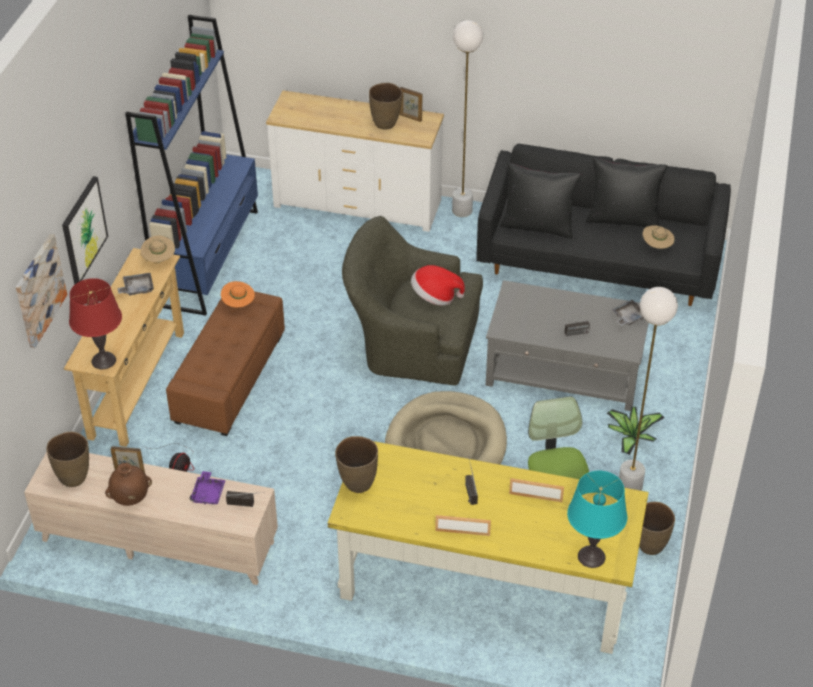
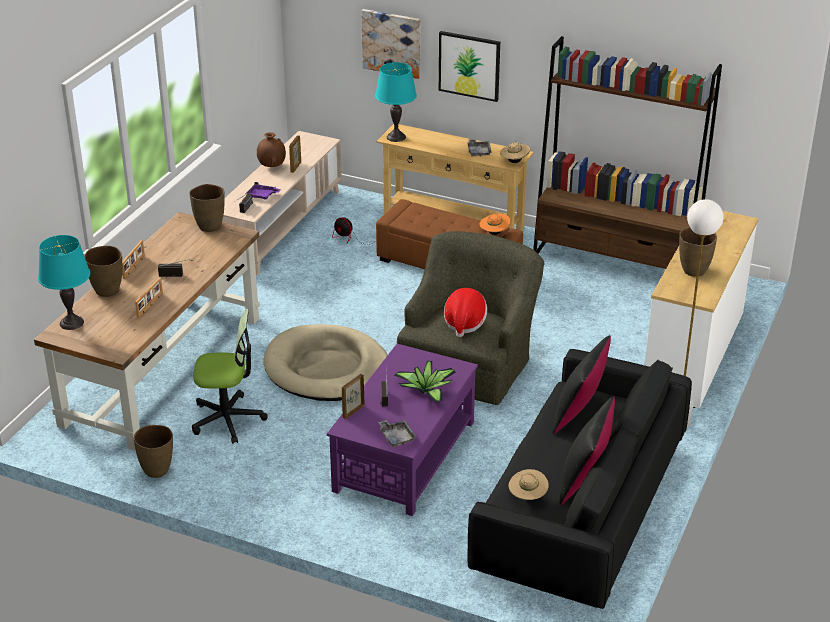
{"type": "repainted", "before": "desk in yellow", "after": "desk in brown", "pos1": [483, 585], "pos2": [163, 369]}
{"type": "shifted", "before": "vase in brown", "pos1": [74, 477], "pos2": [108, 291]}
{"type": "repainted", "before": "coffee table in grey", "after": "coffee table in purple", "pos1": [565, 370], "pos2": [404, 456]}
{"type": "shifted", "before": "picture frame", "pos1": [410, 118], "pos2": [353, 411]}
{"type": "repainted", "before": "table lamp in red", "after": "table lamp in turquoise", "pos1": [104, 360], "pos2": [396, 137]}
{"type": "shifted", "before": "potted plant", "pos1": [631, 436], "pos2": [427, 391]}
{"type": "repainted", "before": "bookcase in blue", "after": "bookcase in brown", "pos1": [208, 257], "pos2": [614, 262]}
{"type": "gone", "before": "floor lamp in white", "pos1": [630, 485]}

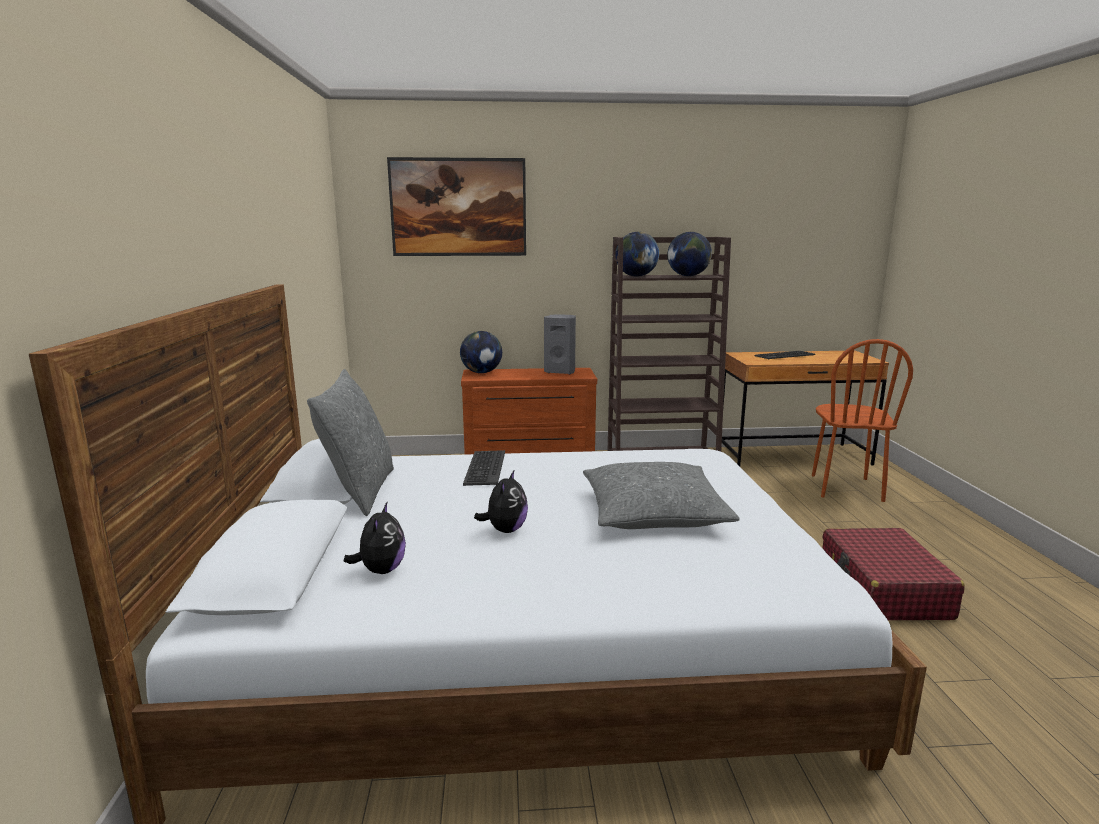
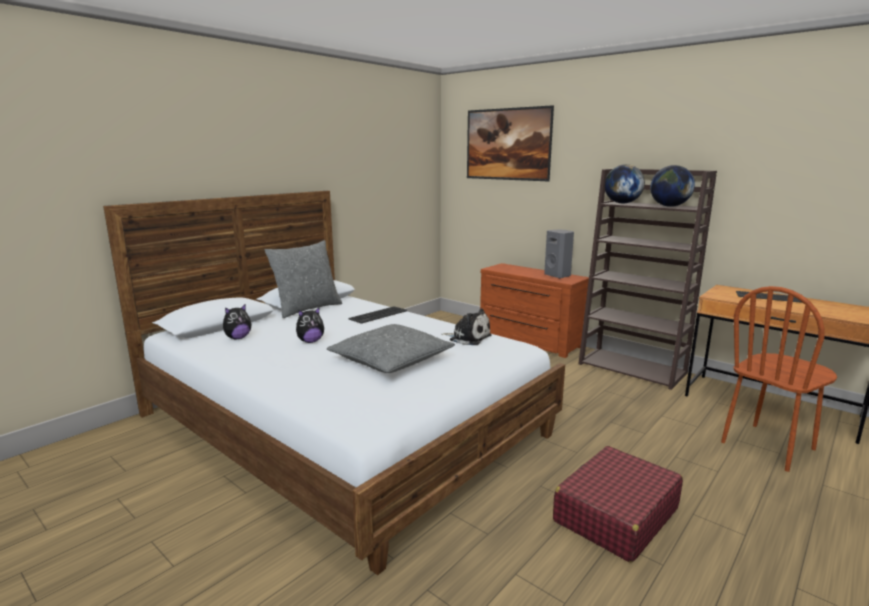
{"type": "new", "after": "plush toy", "pos2": [468, 338]}
{"type": "gone", "before": "globe", "pos1": [481, 372]}

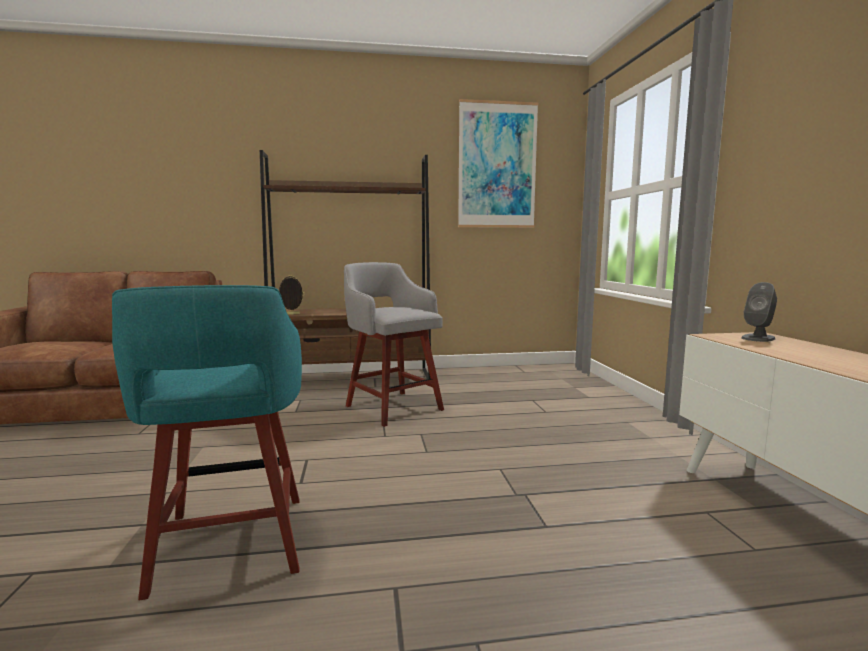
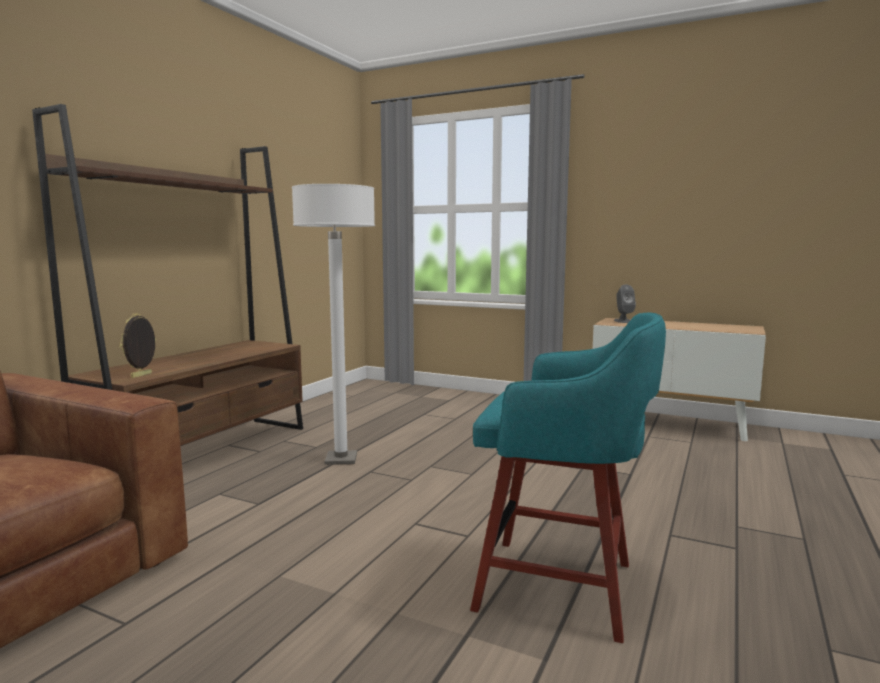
{"type": "swapped", "before": "stool in grey", "after": "floor lamp in white", "pos1": [392, 407], "pos2": [341, 459]}
{"type": "gone", "before": "picture", "pos1": [497, 165]}

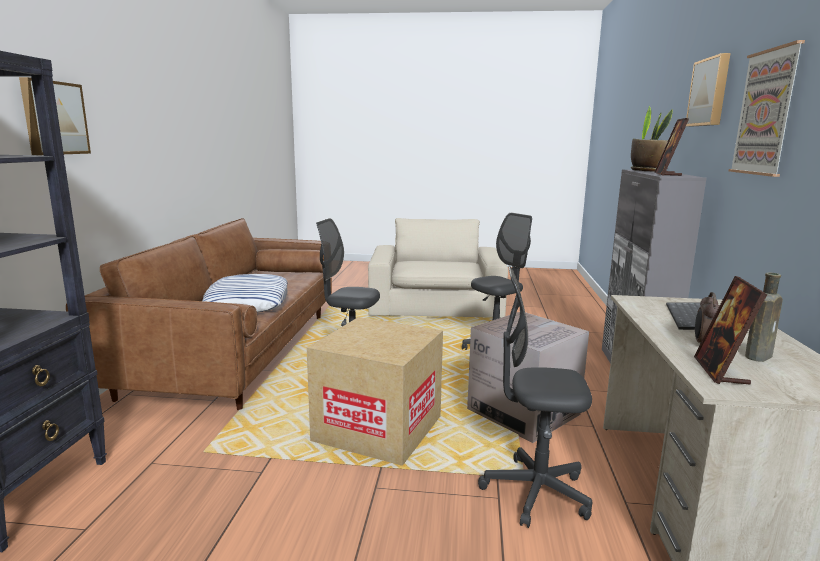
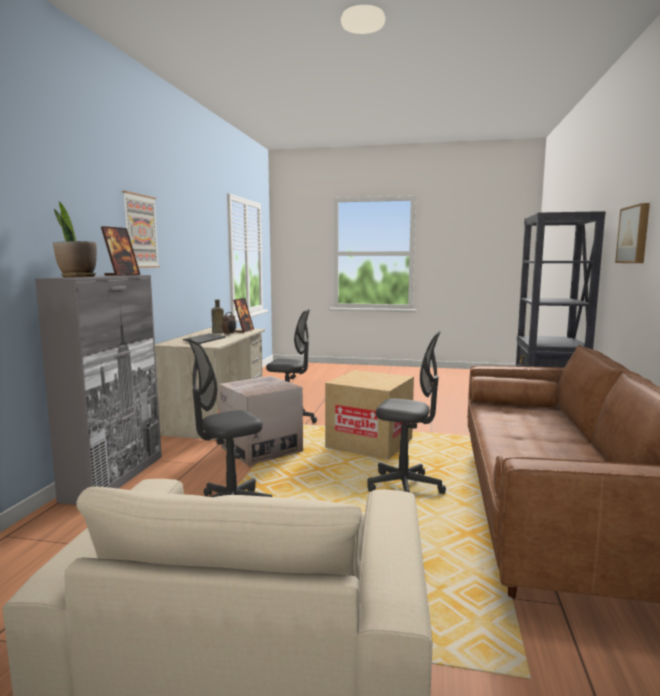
{"type": "gone", "before": "pillow", "pos1": [248, 301]}
{"type": "gone", "before": "picture", "pos1": [710, 92]}

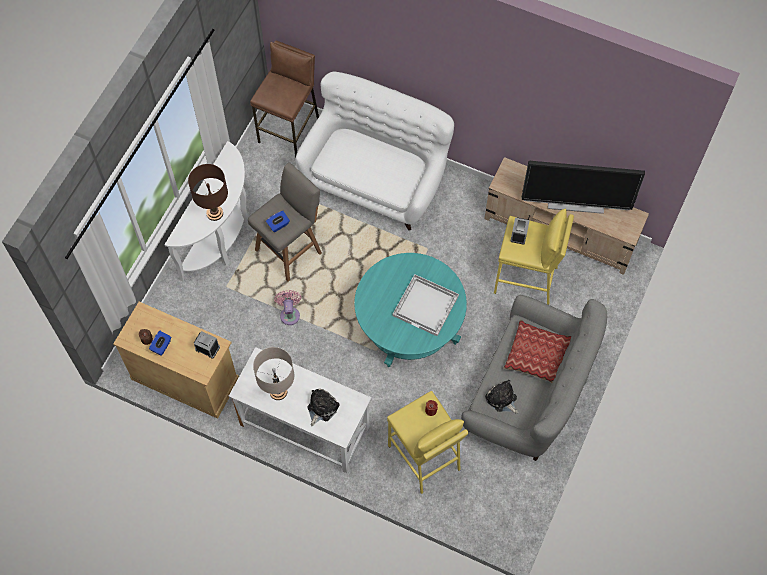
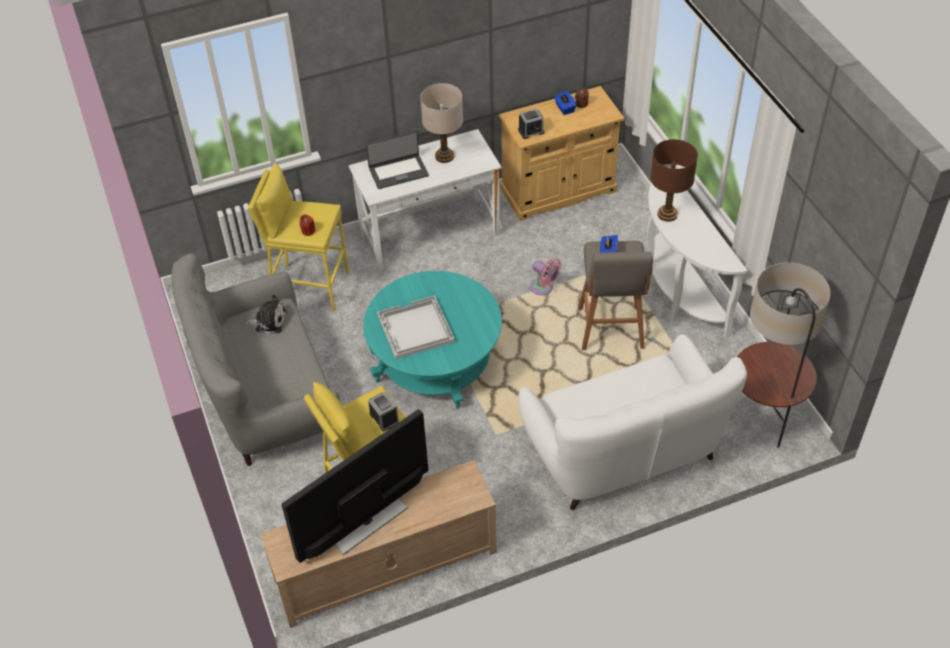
{"type": "swapped", "before": "plush toy", "after": "laptop", "pos1": [321, 408], "pos2": [398, 172]}
{"type": "swapped", "before": "stool in brown", "after": "floor lamp", "pos1": [289, 130], "pos2": [762, 423]}
{"type": "gone", "before": "pillow", "pos1": [537, 356]}

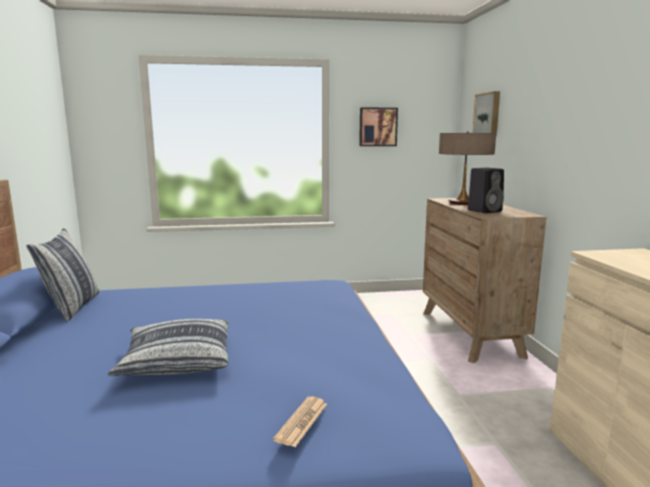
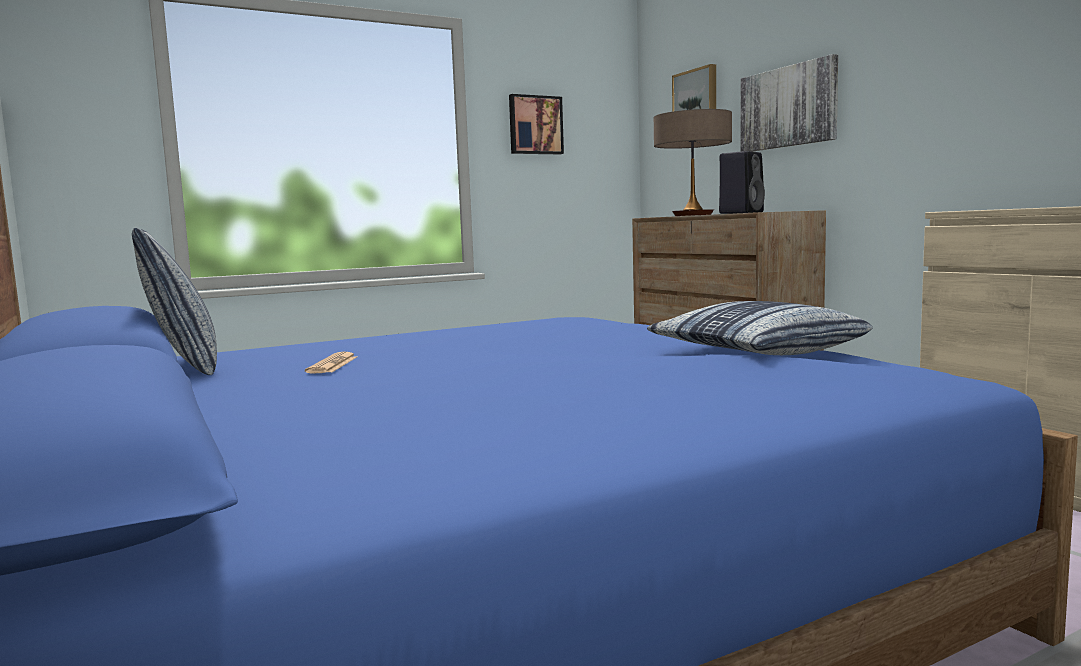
{"type": "shifted", "before": "newspaper", "pos1": [302, 421], "pos2": [332, 365]}
{"type": "shifted", "before": "pillow", "pos1": [176, 360], "pos2": [756, 351]}
{"type": "new", "after": "picture", "pos2": [788, 107]}

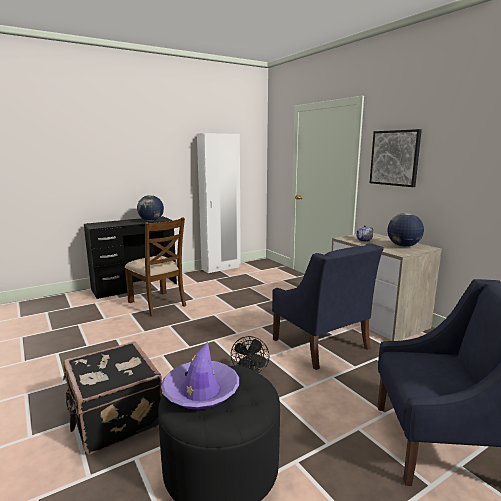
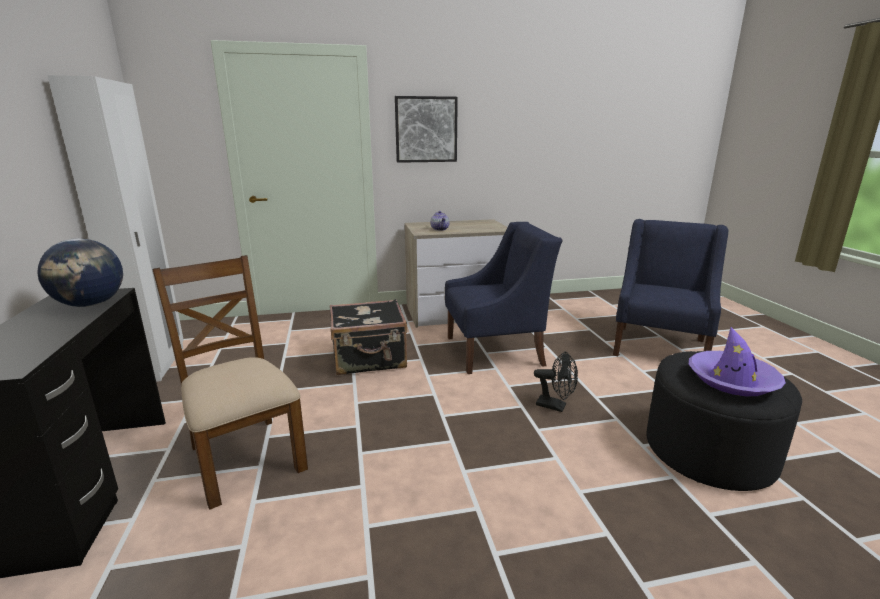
{"type": "rotated", "before": "chair in brown", "pos1": [158, 304], "pos2": [245, 457], "turn": -105}
{"type": "shifted", "before": "suitcase in black", "pos1": [114, 418], "pos2": [369, 359]}
{"type": "gone", "before": "globe", "pos1": [403, 246]}

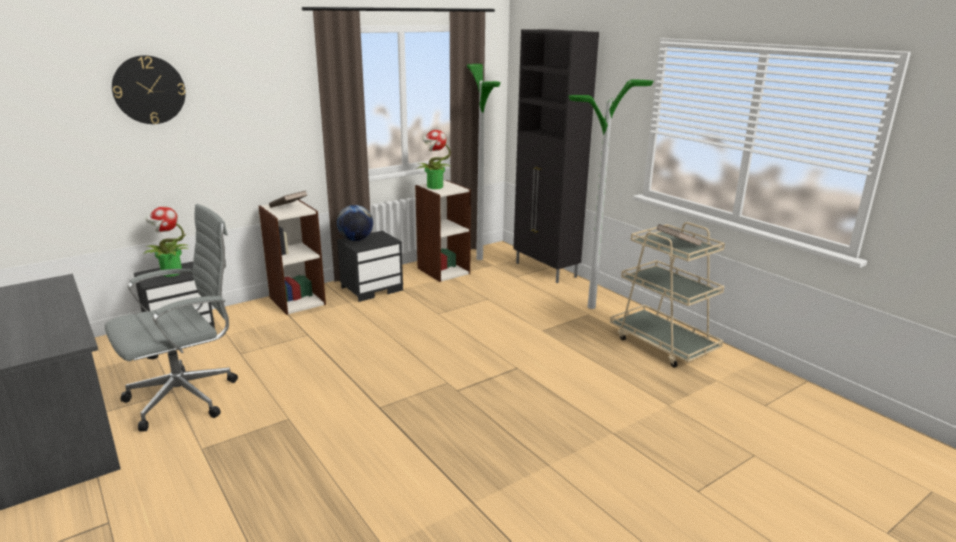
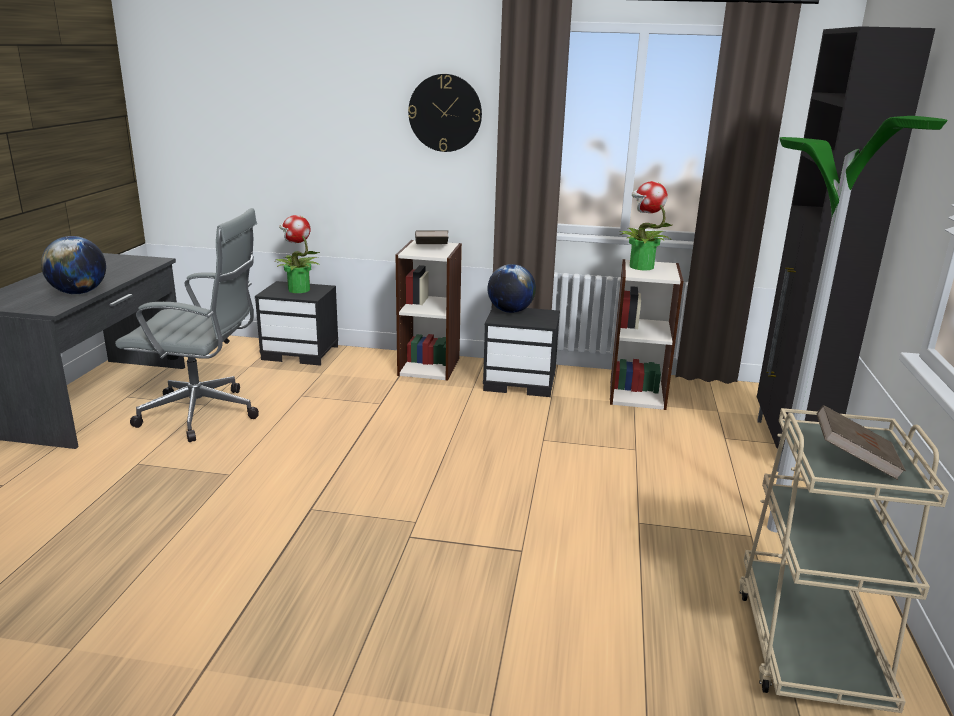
{"type": "new", "after": "globe", "pos2": [79, 293]}
{"type": "shifted", "before": "wall clock", "pos1": [149, 90], "pos2": [445, 113]}
{"type": "gone", "before": "floor lamp", "pos1": [479, 258]}

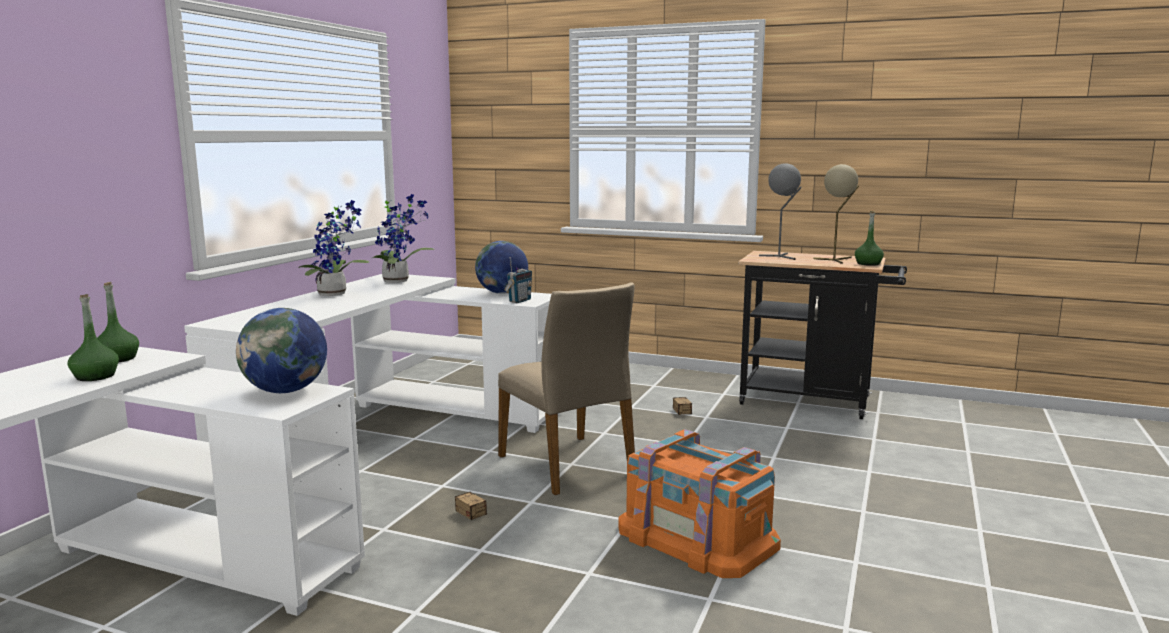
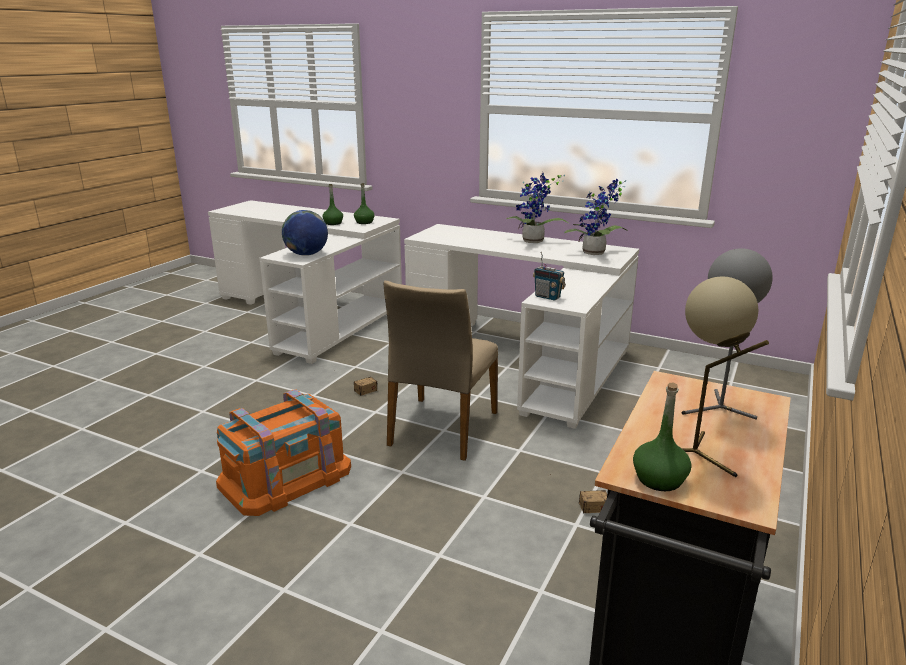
{"type": "rotated", "before": "chair in beige", "pos1": [568, 465], "pos2": [441, 428], "turn": -45}
{"type": "gone", "before": "globe", "pos1": [502, 293]}

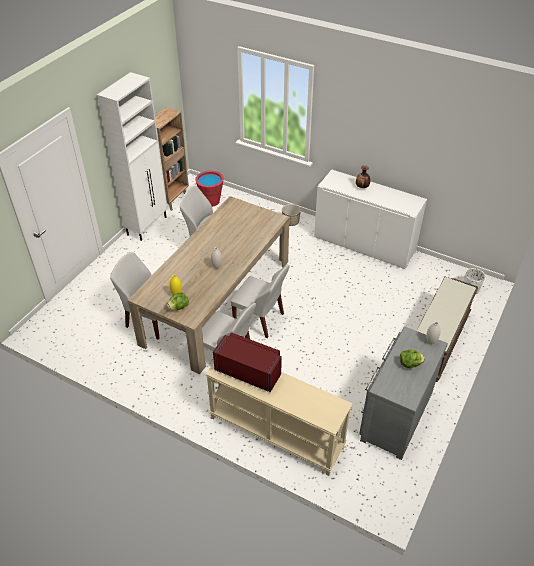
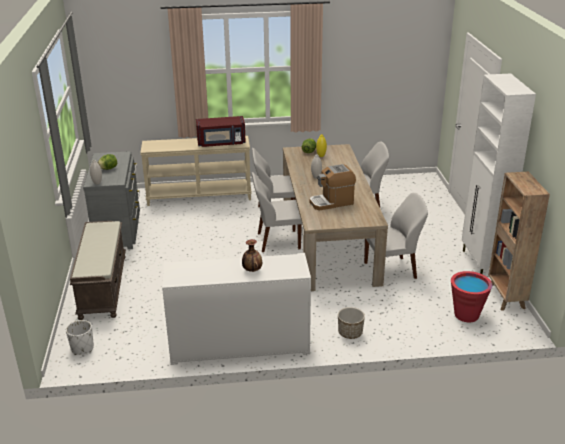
{"type": "new", "after": "coffee machine", "pos2": [331, 202]}

